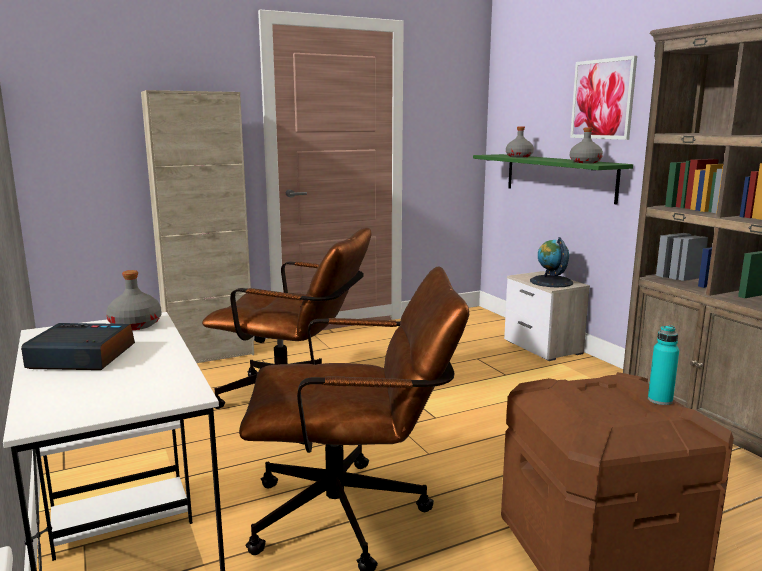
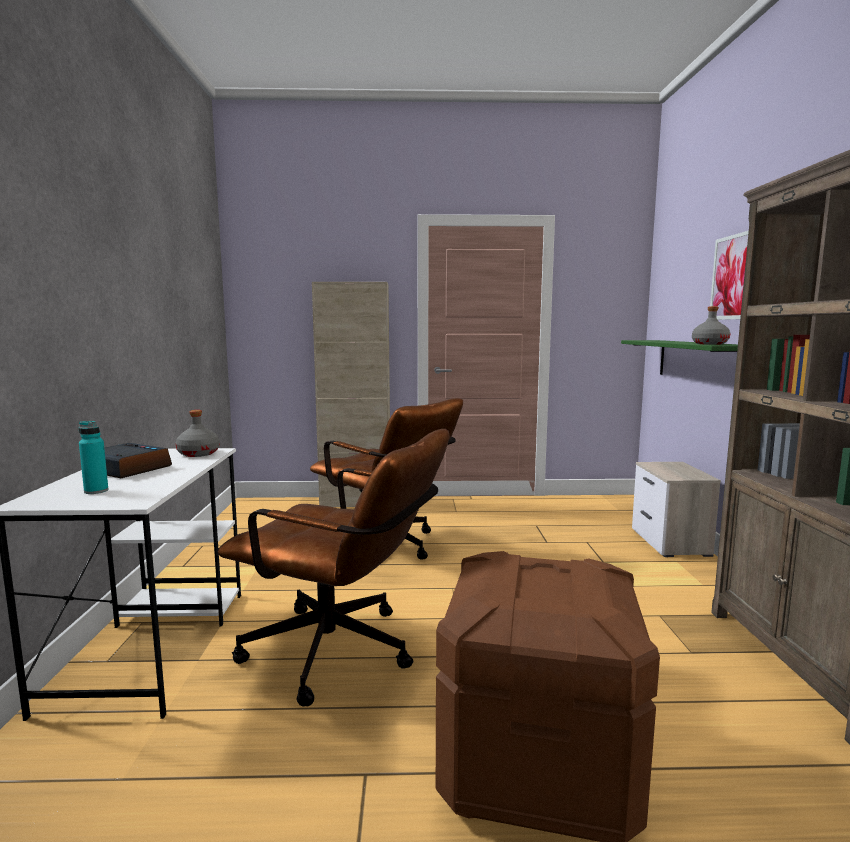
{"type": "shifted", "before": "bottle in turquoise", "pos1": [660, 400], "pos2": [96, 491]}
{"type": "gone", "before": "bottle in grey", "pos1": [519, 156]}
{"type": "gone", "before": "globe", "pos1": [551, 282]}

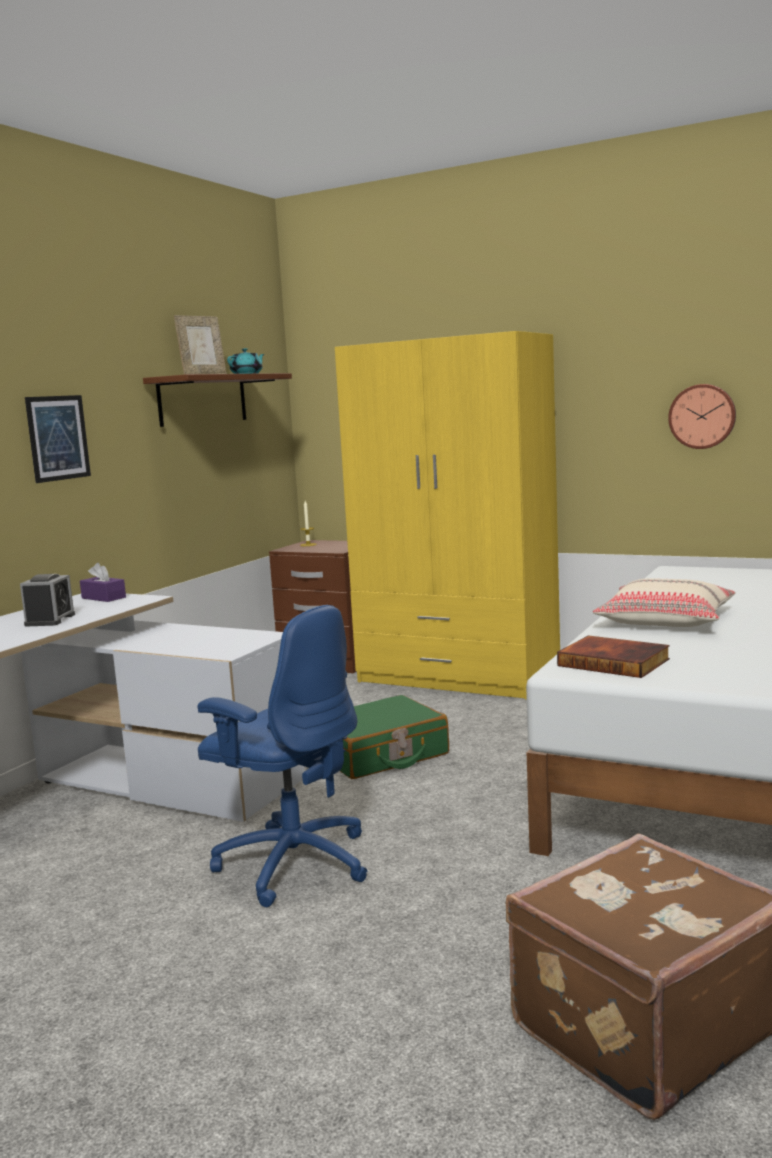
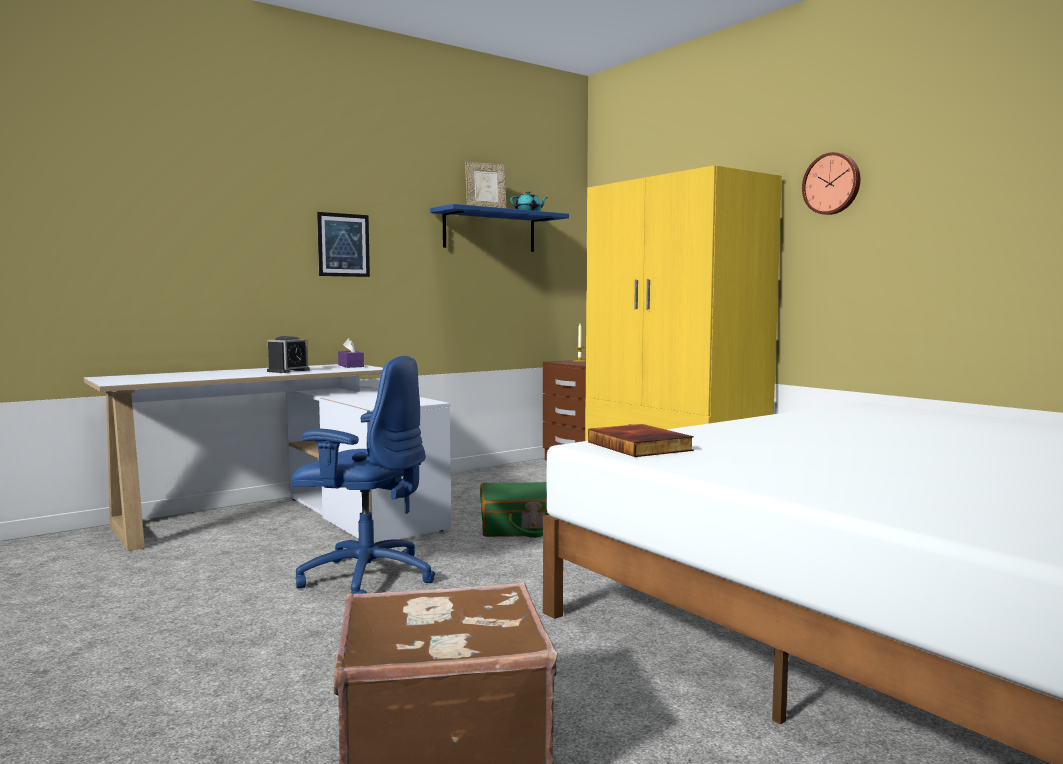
{"type": "rotated", "before": "office chair in blue", "pos1": [293, 863], "pos2": [365, 577], "turn": -45}
{"type": "repainted", "before": "shelf in brown", "after": "shelf in blue", "pos1": [203, 400], "pos2": [489, 231]}
{"type": "shifted", "before": "wall clock", "pos1": [702, 416], "pos2": [832, 184]}
{"type": "gone", "before": "pillow in beige", "pos1": [665, 620]}

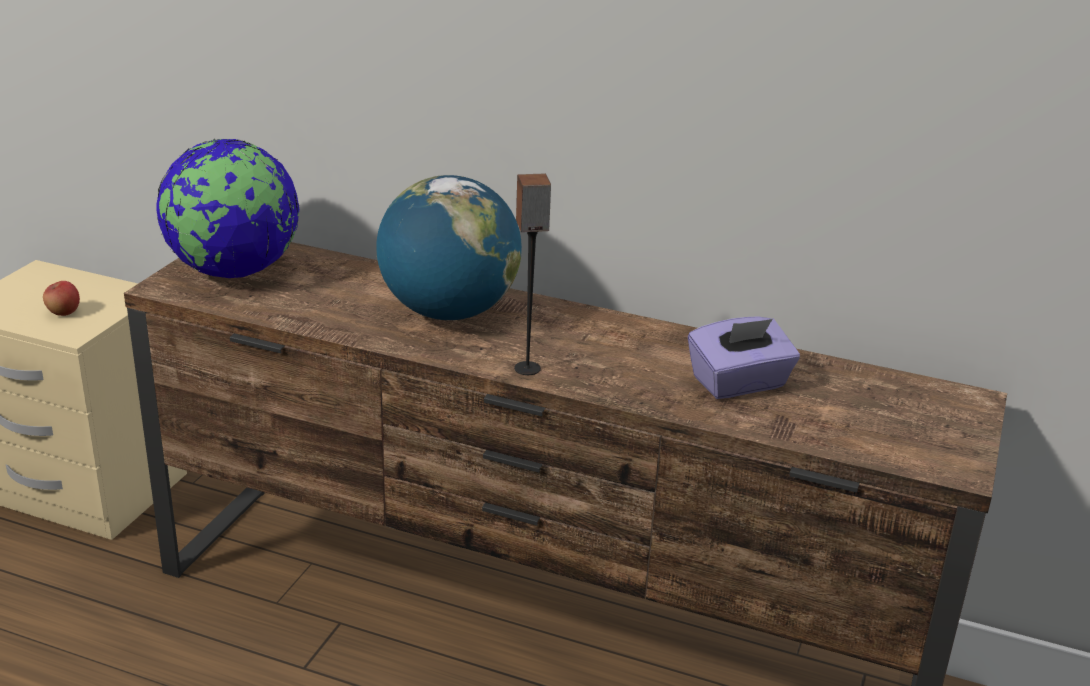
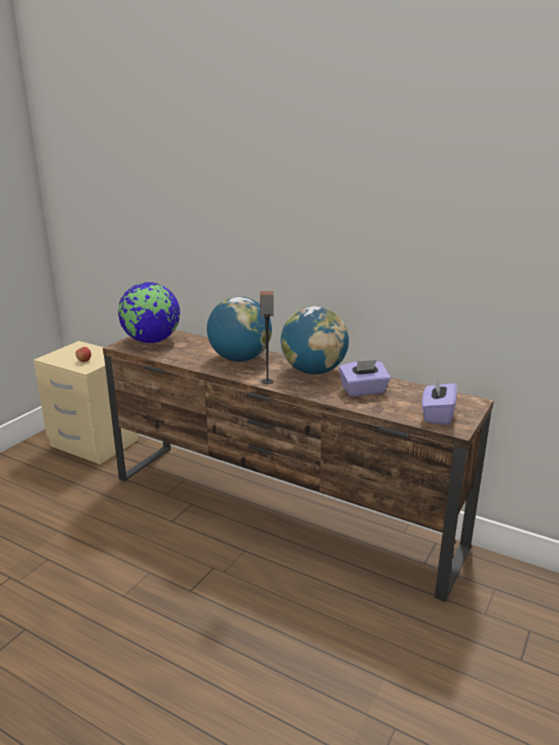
{"type": "new", "after": "globe", "pos2": [313, 371]}
{"type": "new", "after": "tissue box in purple", "pos2": [437, 415]}

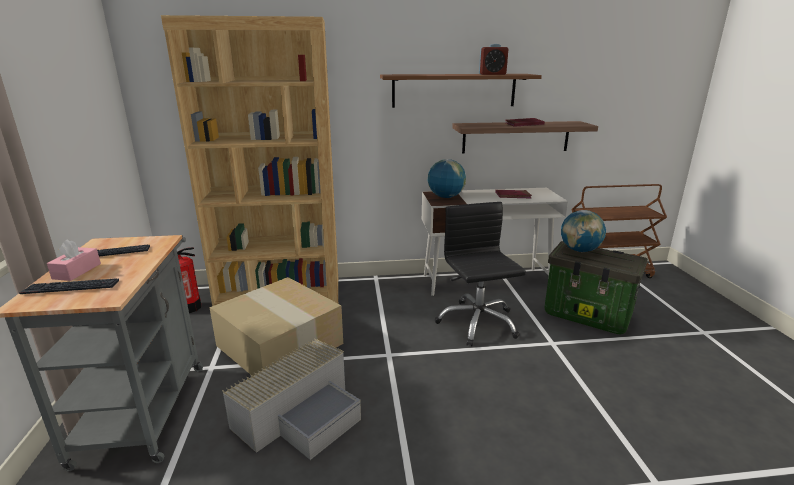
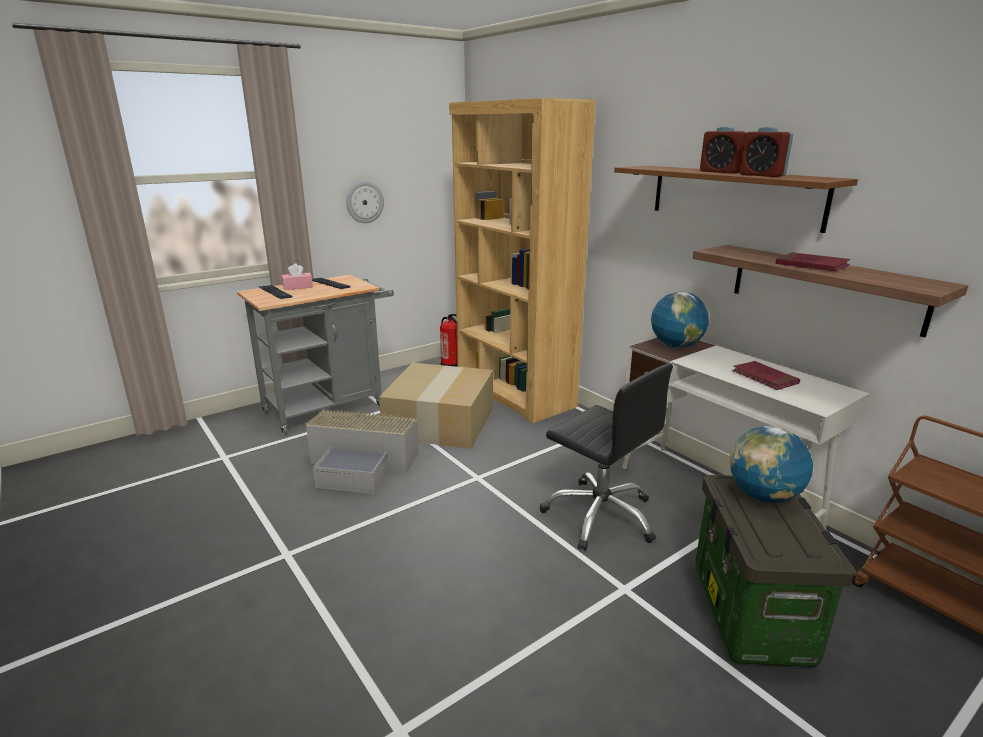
{"type": "new", "after": "wall clock", "pos2": [364, 202]}
{"type": "rotated", "before": "office chair in black", "pos1": [477, 323], "pos2": [600, 515], "turn": 90}
{"type": "new", "after": "alarm clock", "pos2": [720, 172]}

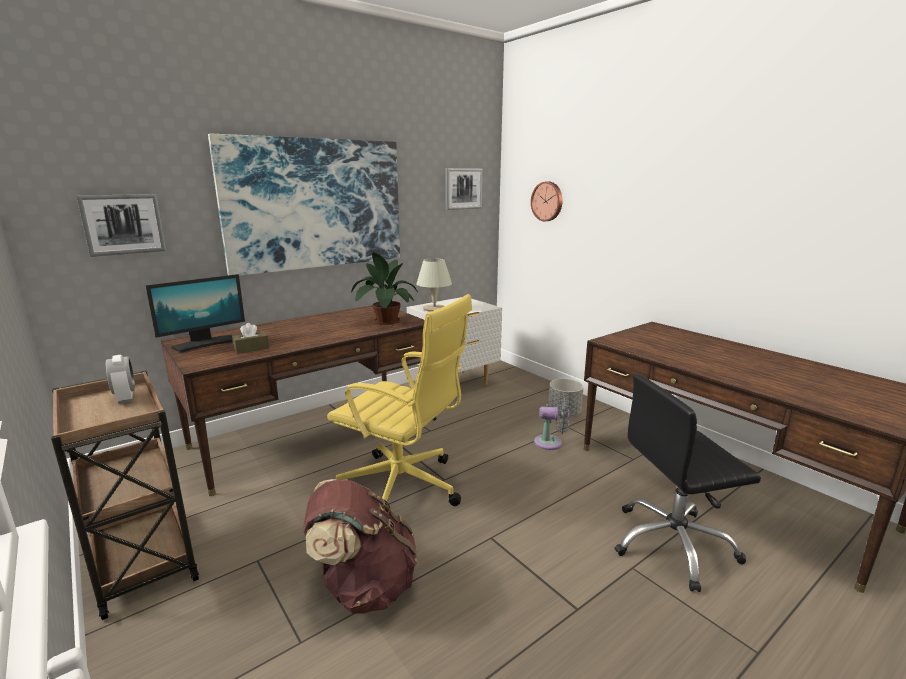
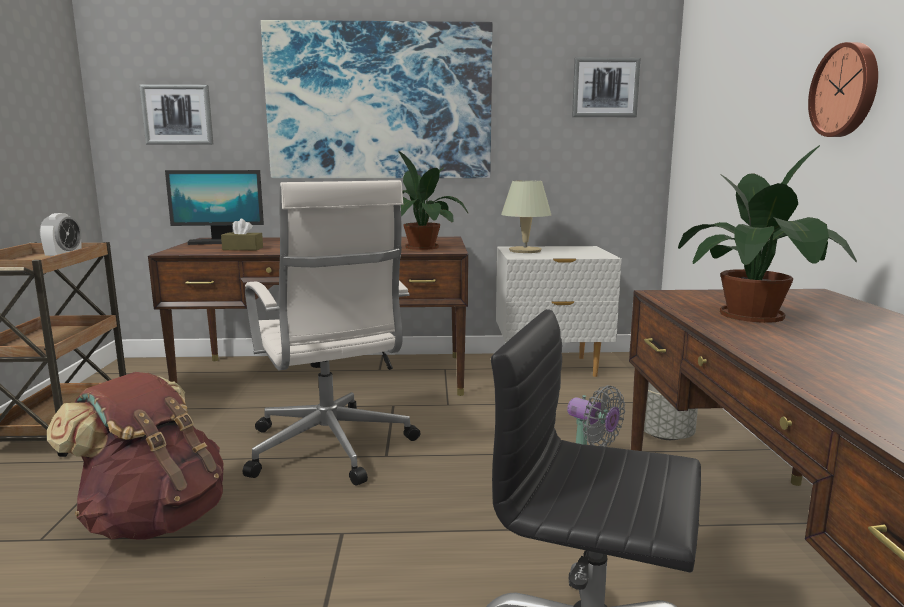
{"type": "repainted", "before": "office chair in yellow", "after": "office chair in white", "pos1": [403, 488], "pos2": [330, 449]}
{"type": "new", "after": "potted plant", "pos2": [757, 316]}
{"type": "shifted", "before": "wall clock", "pos1": [547, 201], "pos2": [846, 90]}

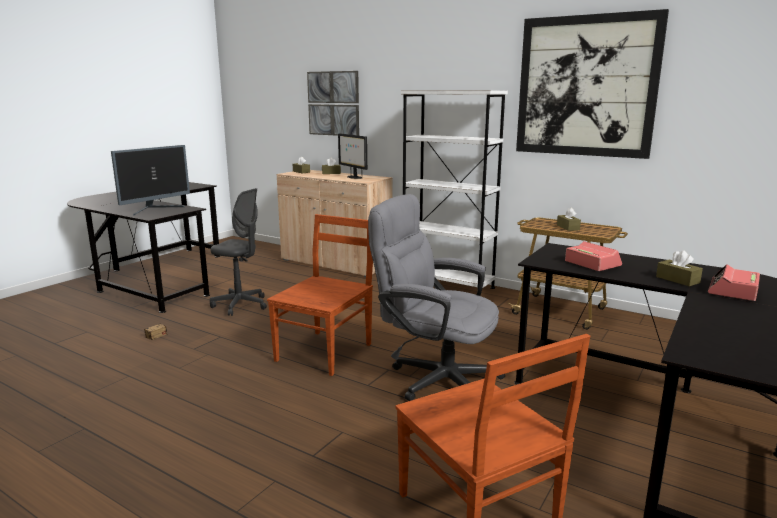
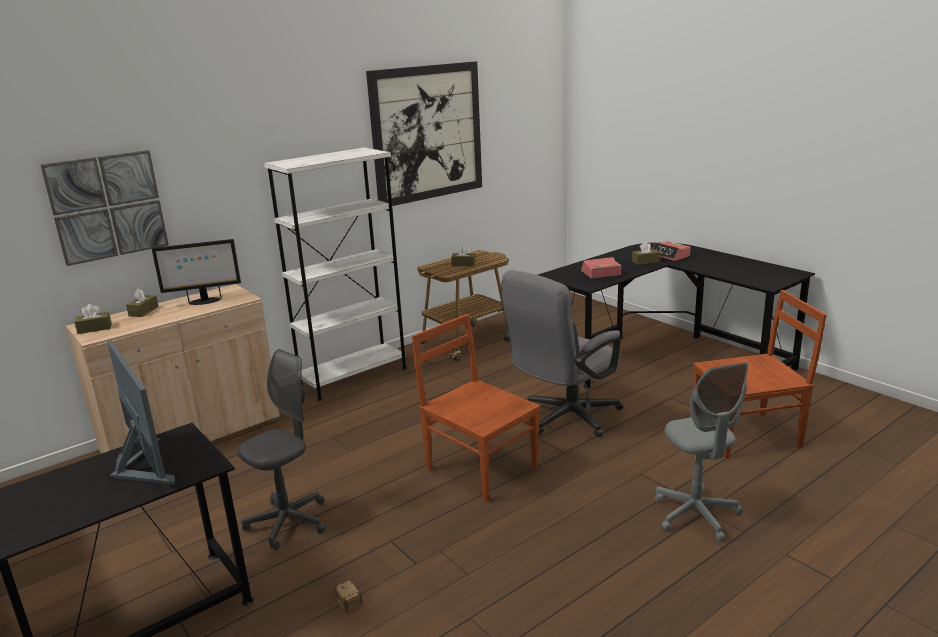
{"type": "new", "after": "office chair in grey", "pos2": [696, 515]}

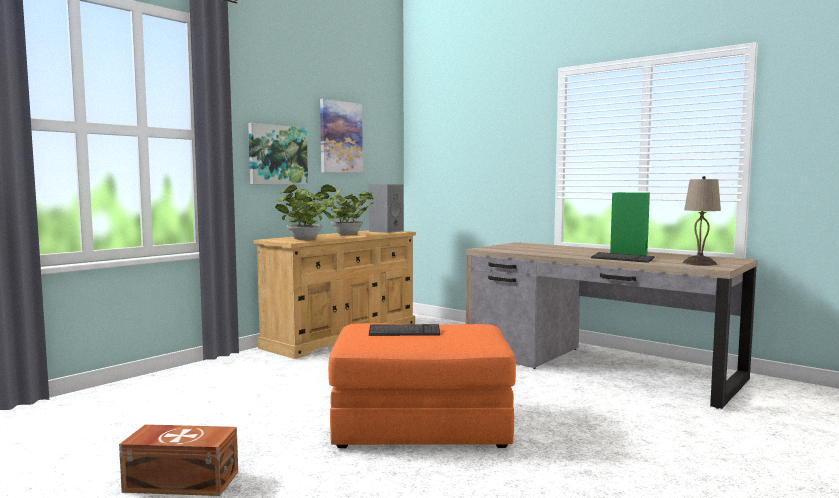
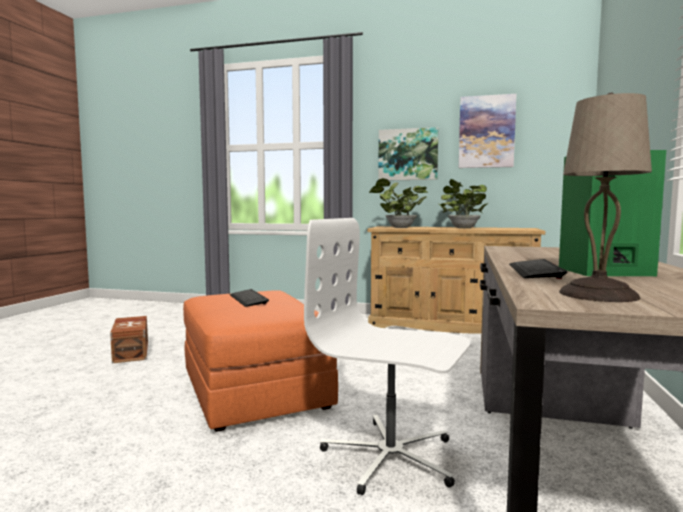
{"type": "new", "after": "office chair in white", "pos2": [390, 457]}
{"type": "gone", "before": "speaker in grey", "pos1": [386, 231]}

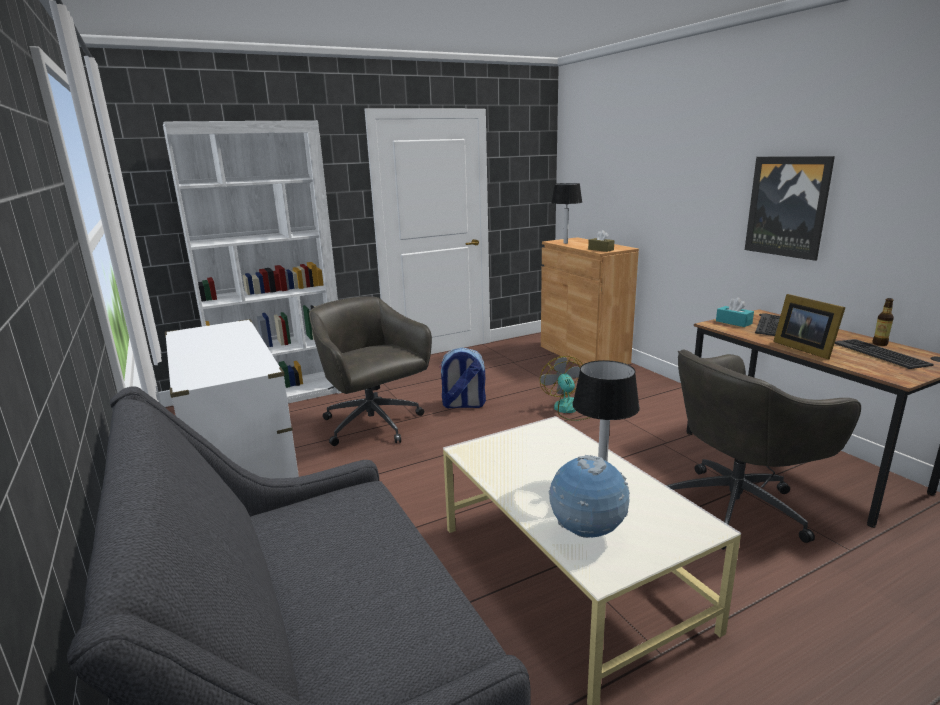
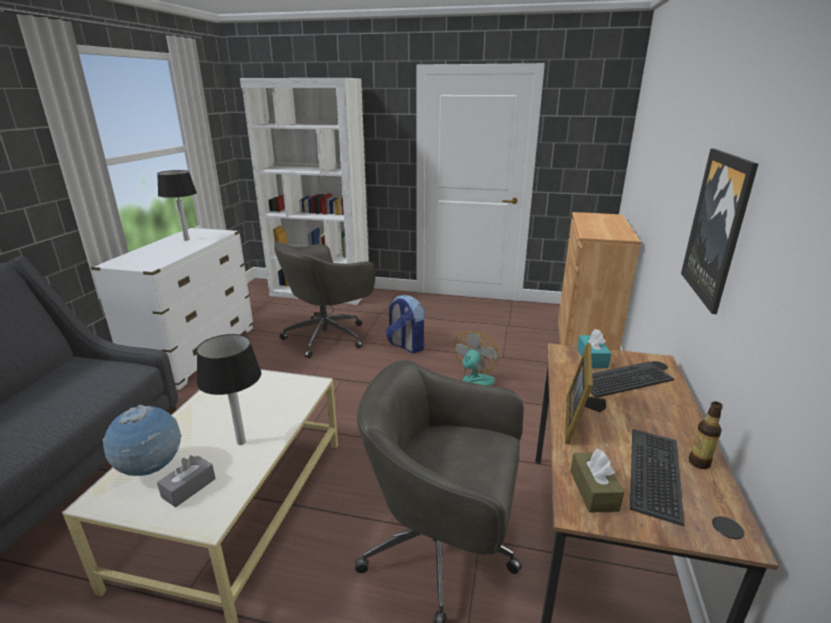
{"type": "shifted", "before": "table lamp", "pos1": [566, 243], "pos2": [187, 239]}
{"type": "new", "after": "tissue box in grey", "pos2": [189, 488]}
{"type": "rotated", "before": "office chair in grey", "pos1": [374, 425], "pos2": [328, 336], "turn": -135}
{"type": "shifted", "before": "tissue box in brown", "pos1": [600, 249], "pos2": [593, 490]}

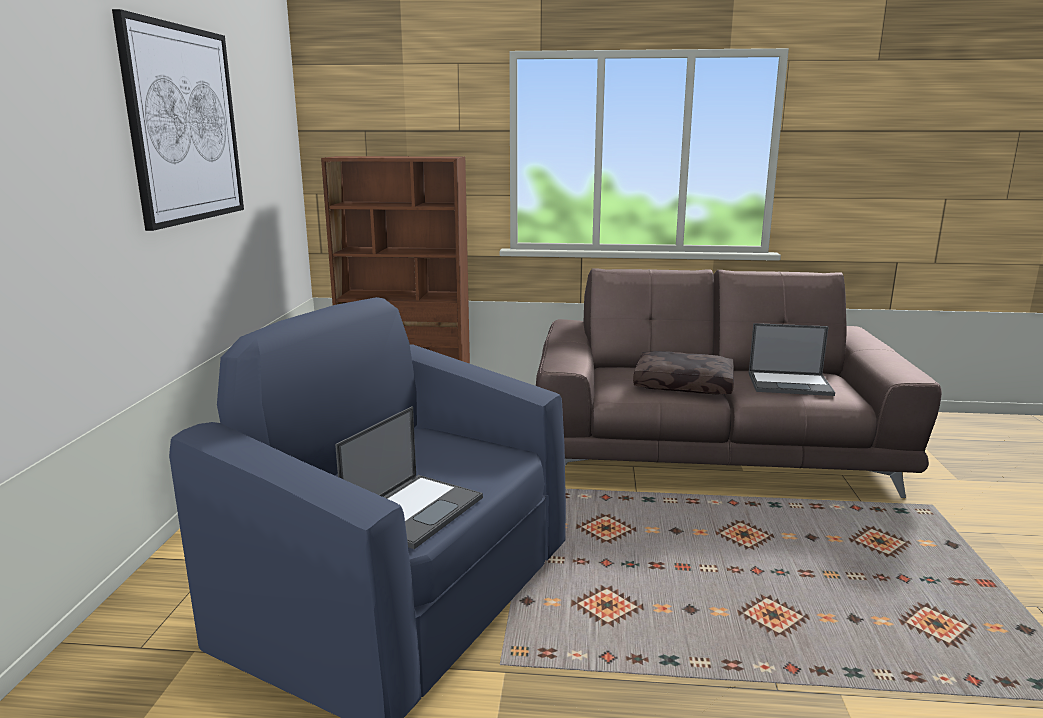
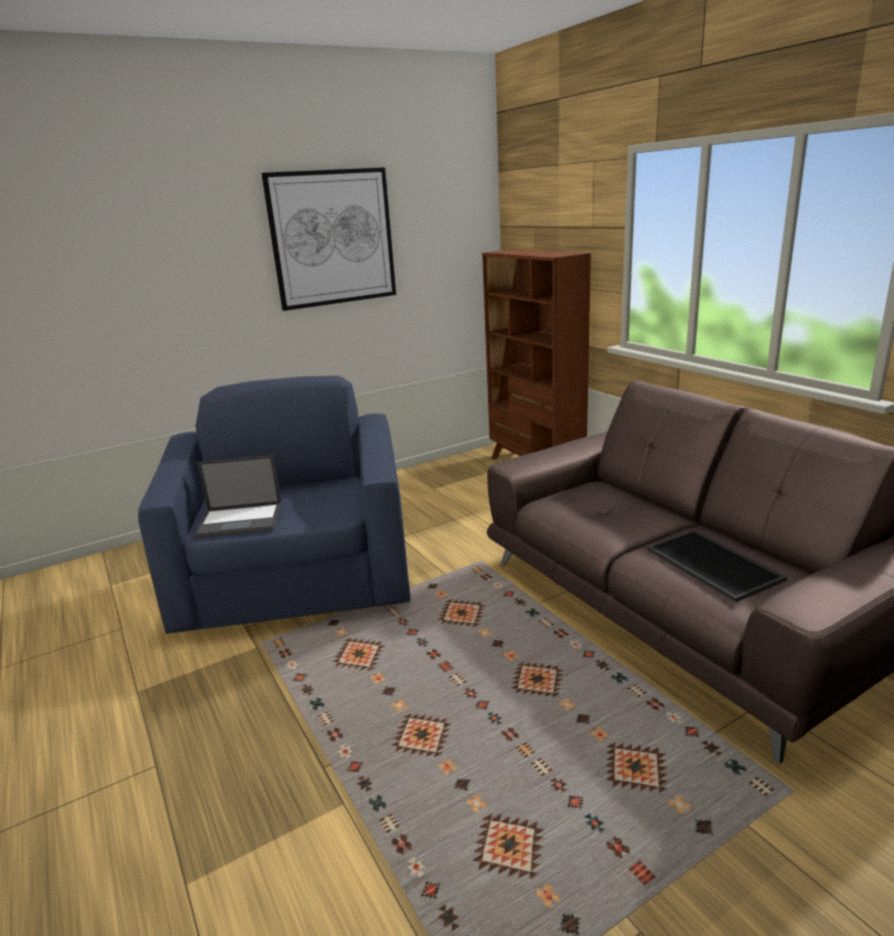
{"type": "swapped", "before": "laptop", "after": "tray", "pos1": [790, 384], "pos2": [715, 564]}
{"type": "gone", "before": "pillow in brown", "pos1": [684, 384]}

